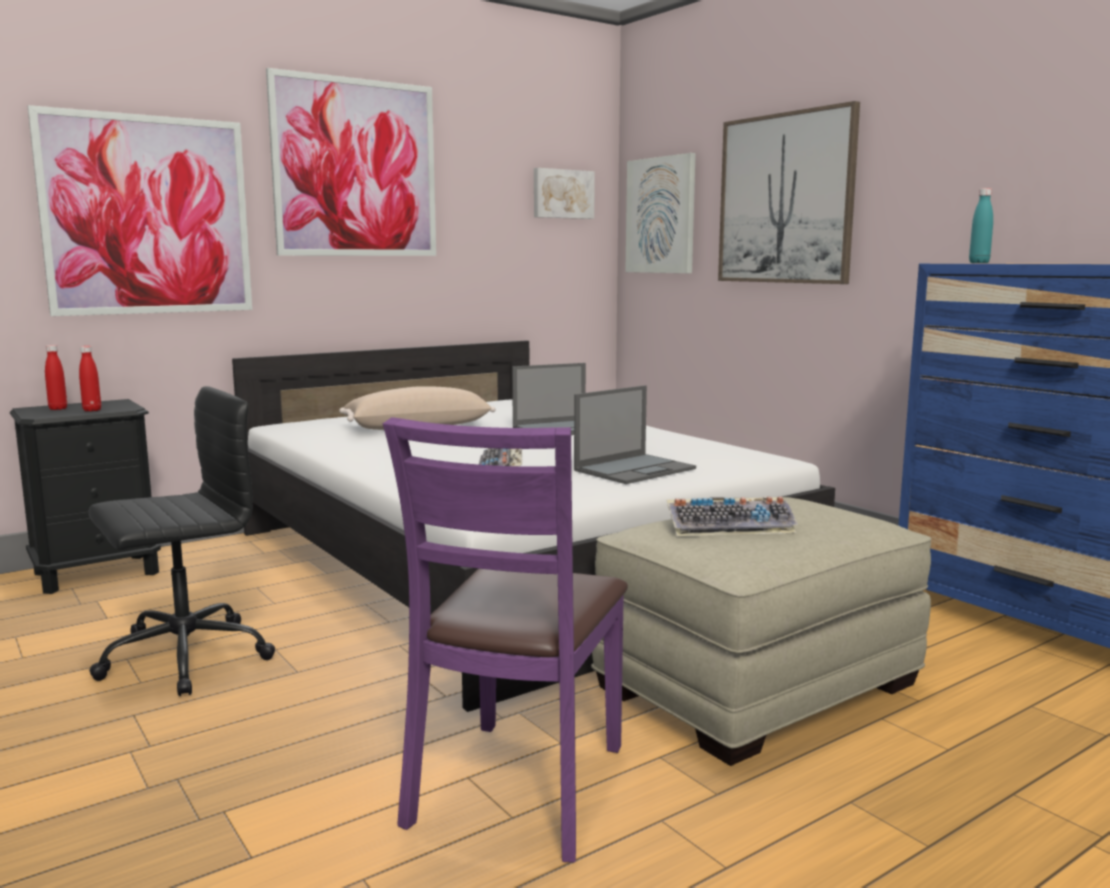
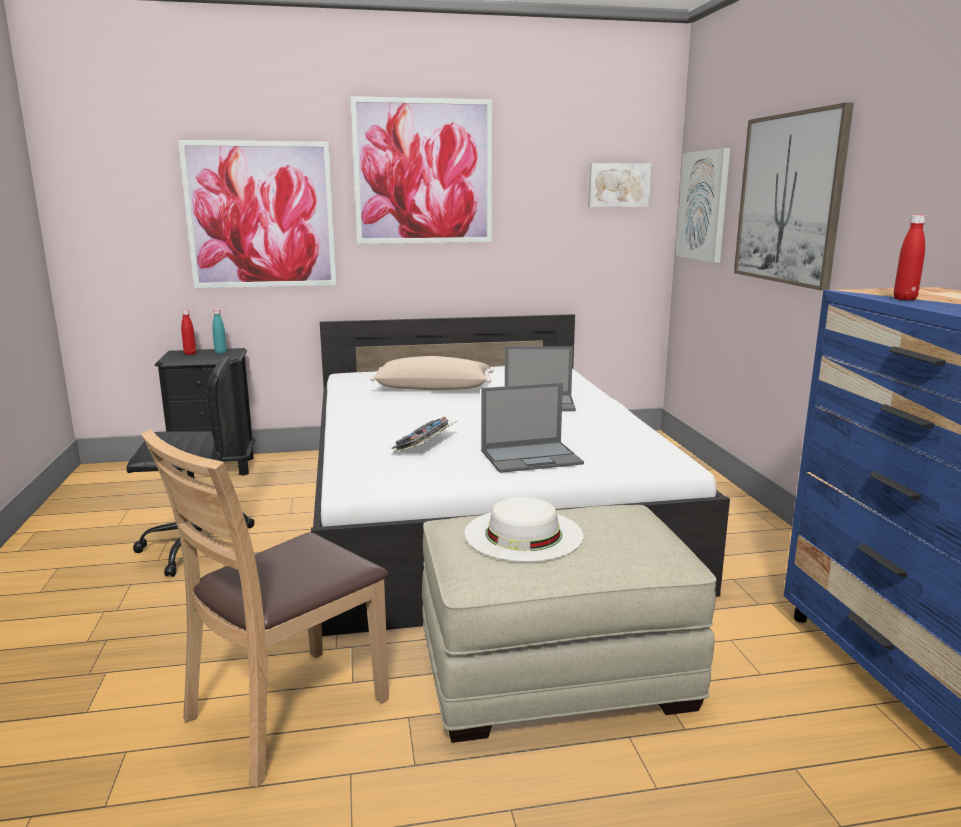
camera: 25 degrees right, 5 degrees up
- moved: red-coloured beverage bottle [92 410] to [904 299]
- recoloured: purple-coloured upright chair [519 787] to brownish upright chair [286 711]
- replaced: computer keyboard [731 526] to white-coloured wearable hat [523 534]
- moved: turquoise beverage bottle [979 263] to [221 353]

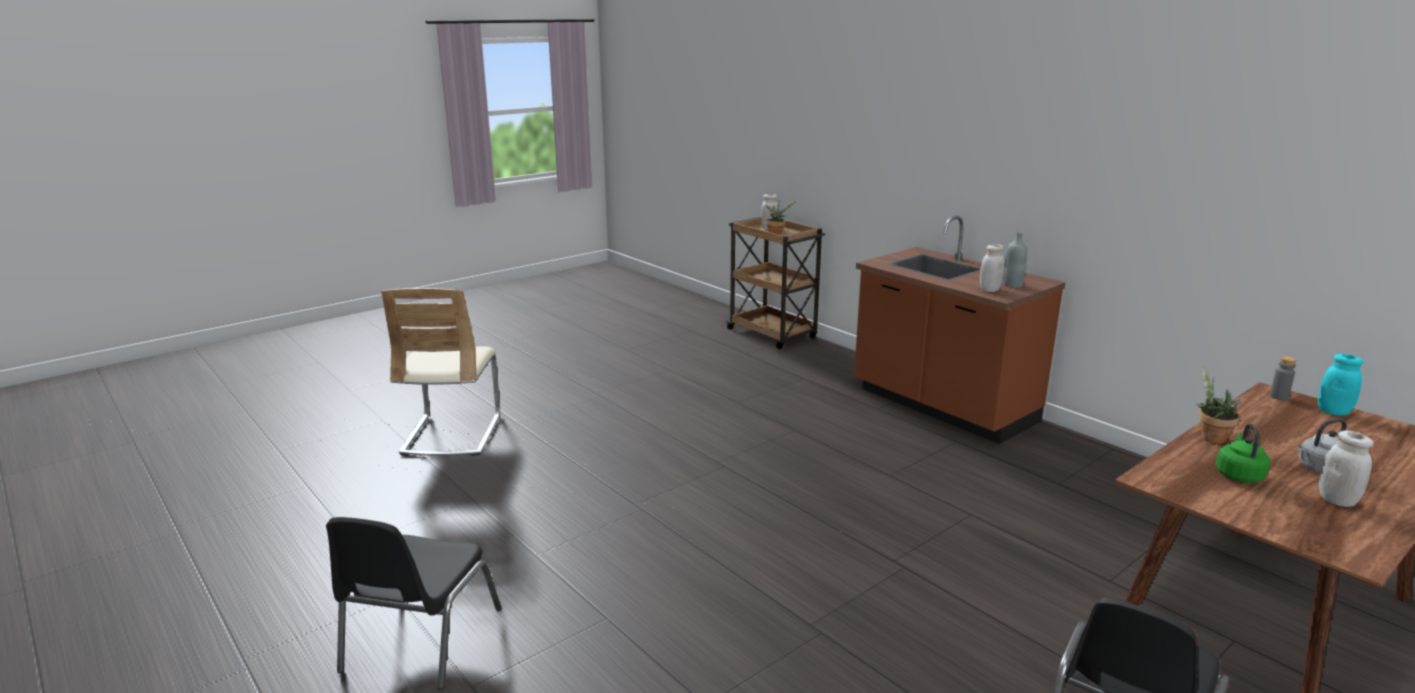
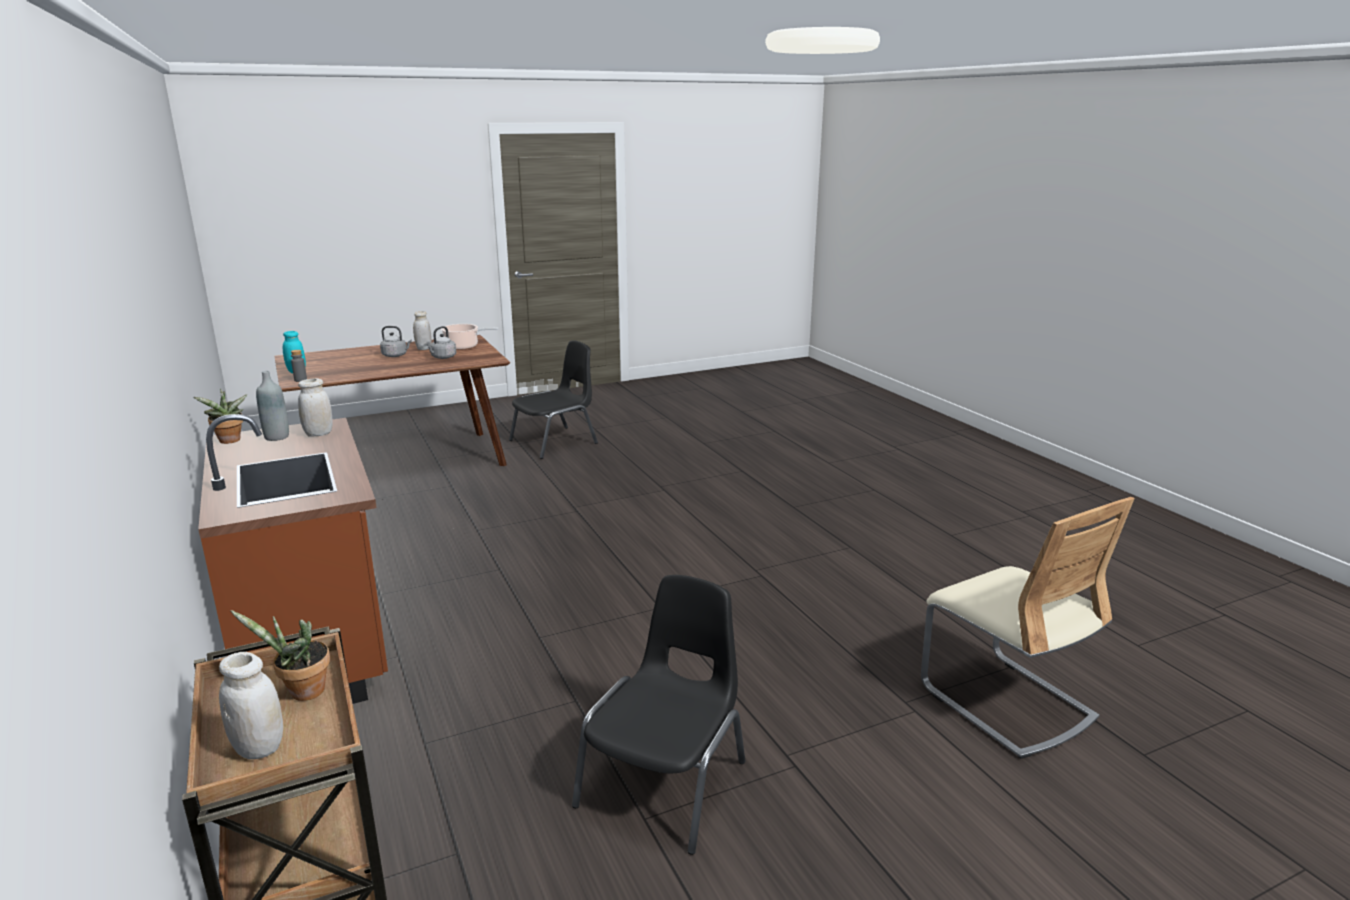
camera: 165 degrees left, 0 degrees up
- moved: blackish upright chair [419 641] to [665 783]
- turned: beige-coloured upright chair [452 434] = [1005 702] 135 degrees clockwise
- moved: houseplant [1210 437] to [229 441]
- recoloured: green-coloured water kettle [1238 474] to greyish water kettle [442 357]
- added: stockpot [463 347]

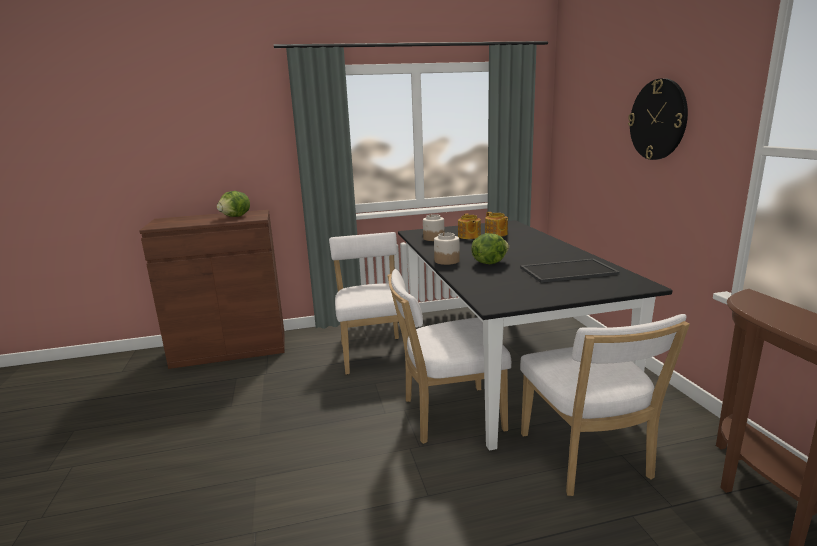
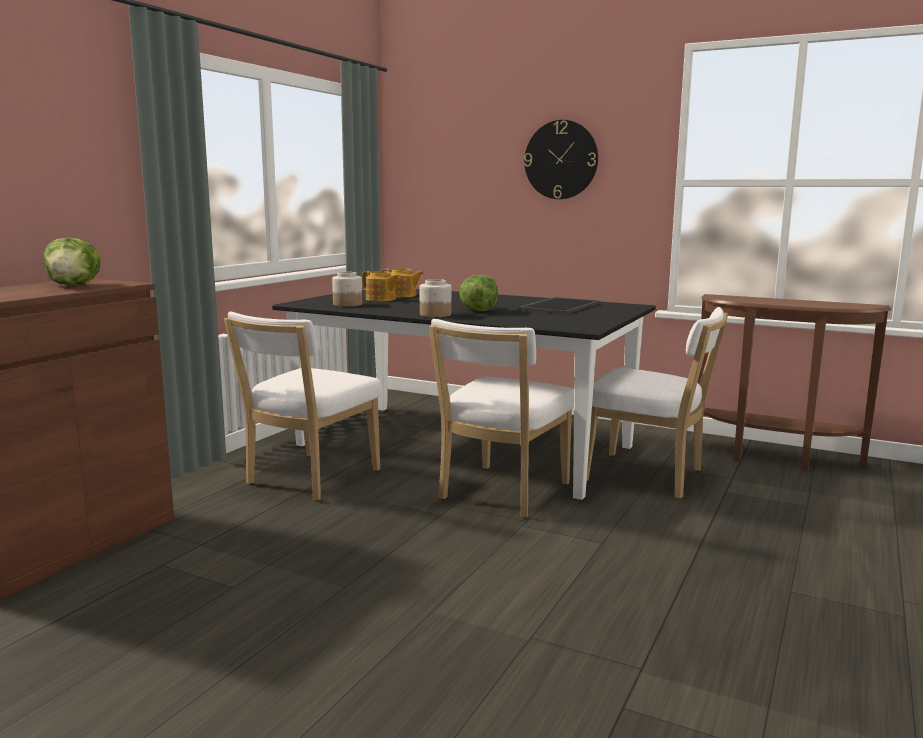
camera: 50 degrees left, 5 degrees down
- turned: white-coloured upright chair [374 353] = [309 479] 90 degrees counterclockwise

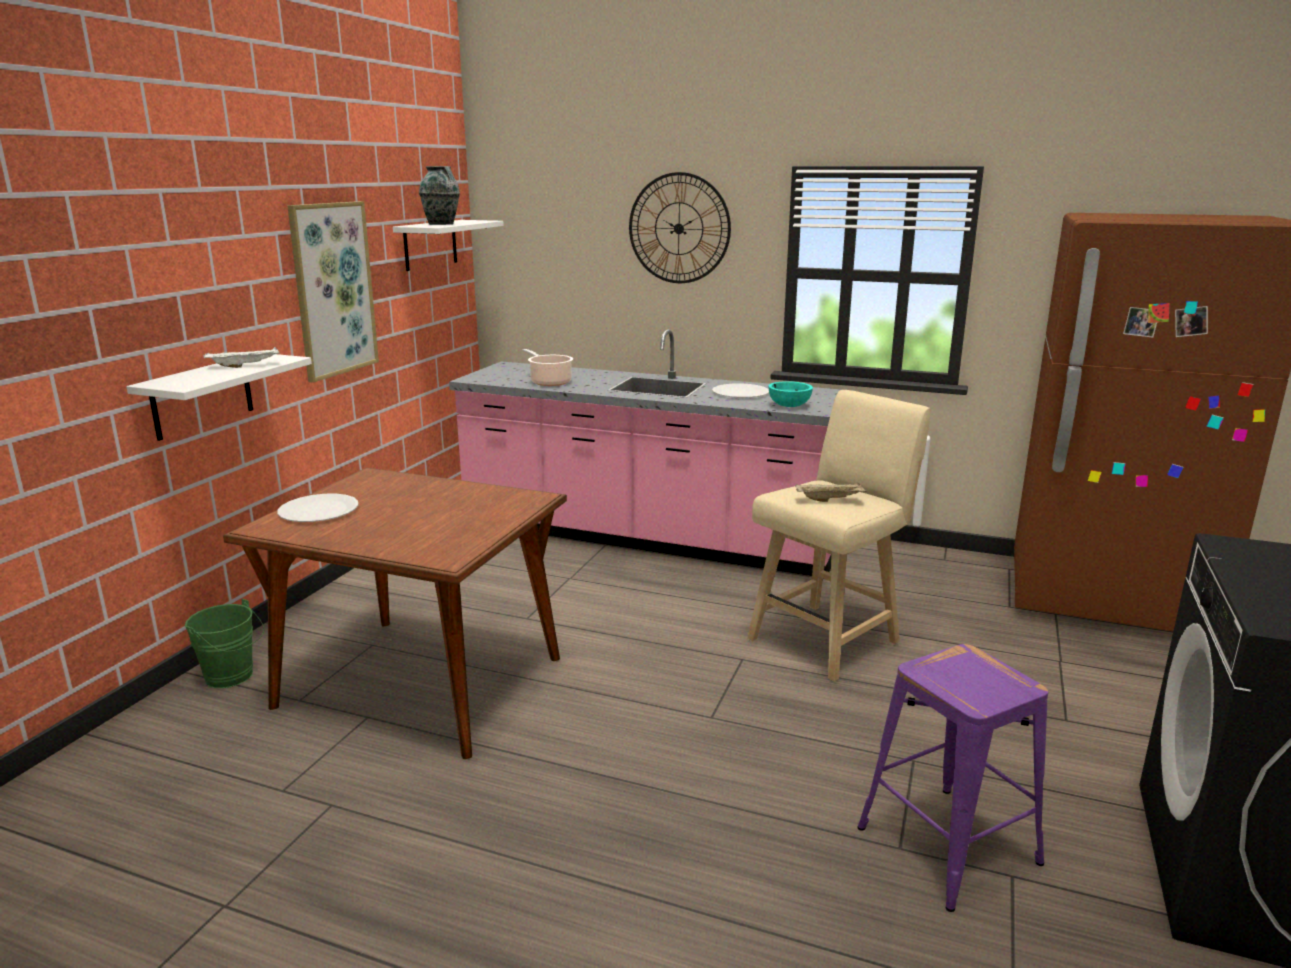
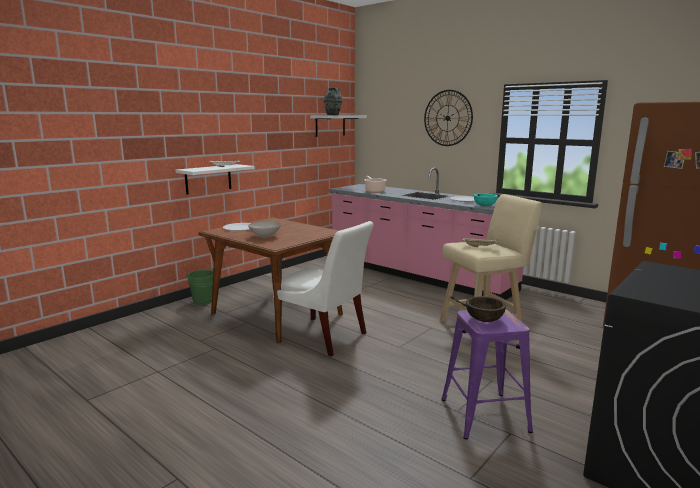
camera: 20 degrees right, 5 degrees down
- removed: wall picture [333 289]
- added: white-coloured serving bowl [265 236]
- added: white-coloured upright chair [324 337]
- added: brownish serving bowl [484 319]

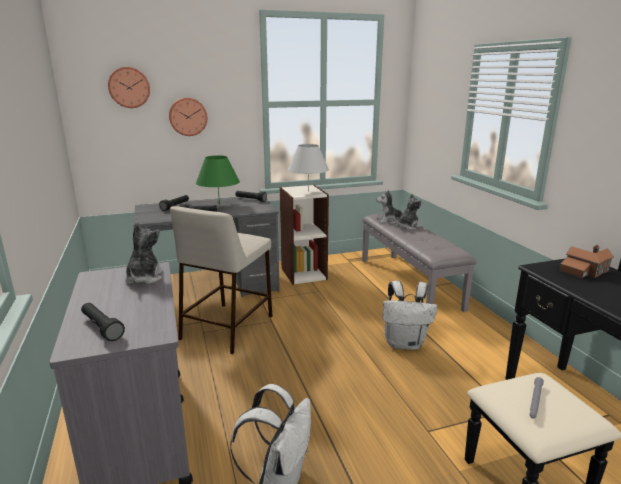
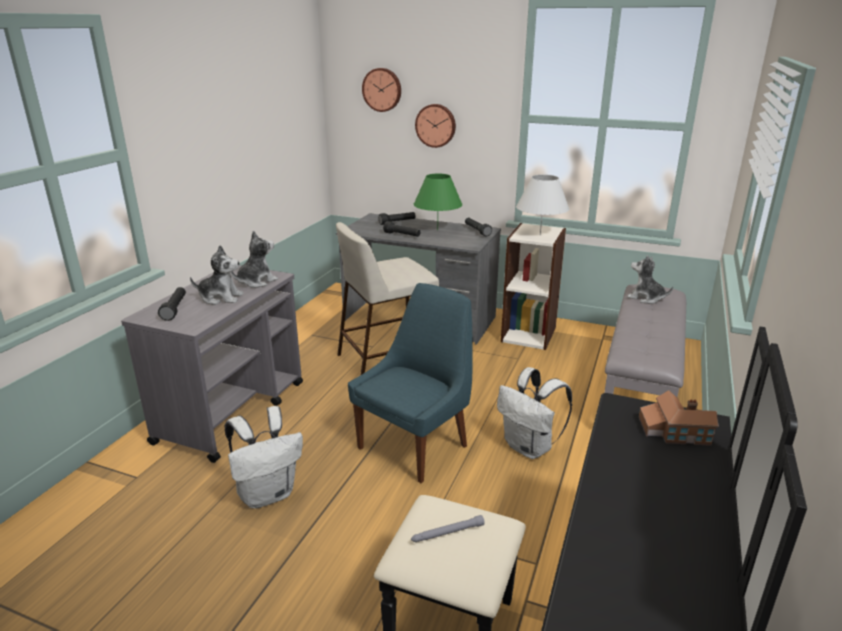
camera: 40 degrees right, 5 degrees up
- moved: plush toy [408 227] to [221 298]
- added: blue-coloured upright chair [415 445]

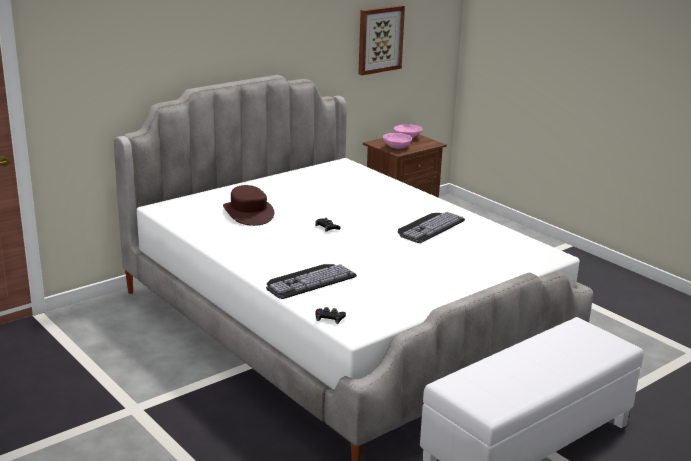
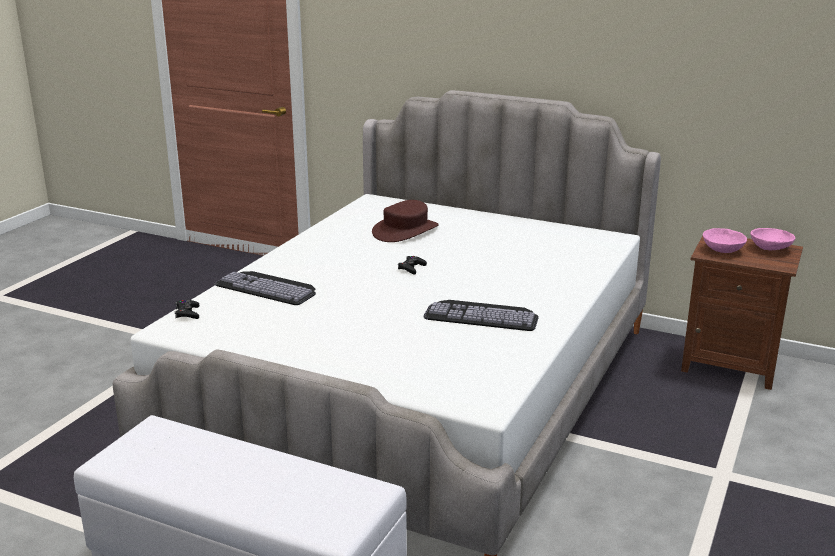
camera: 65 degrees right, 0 degrees up
- removed: wall picture [379 39]

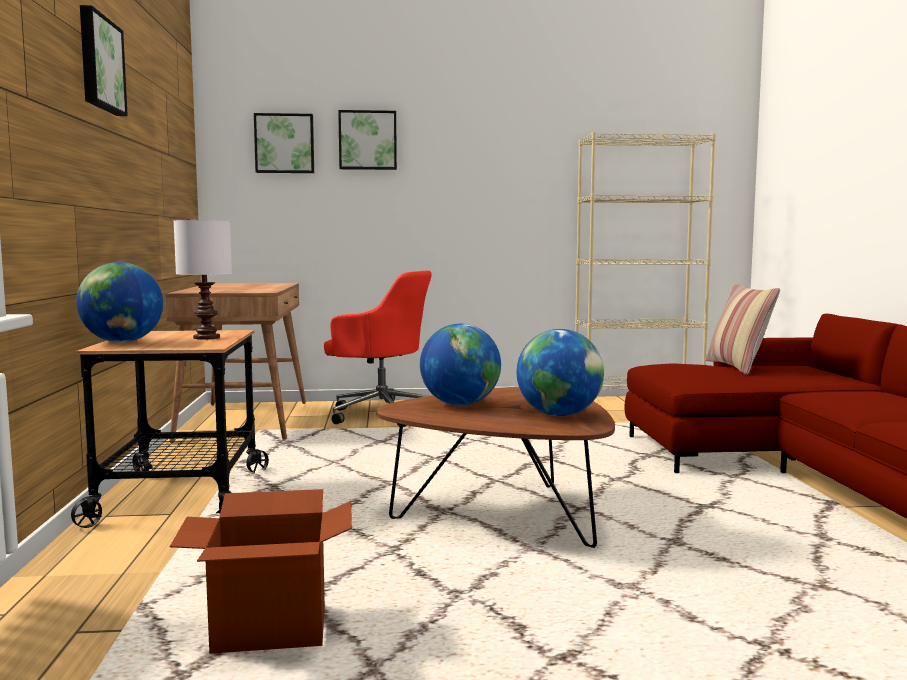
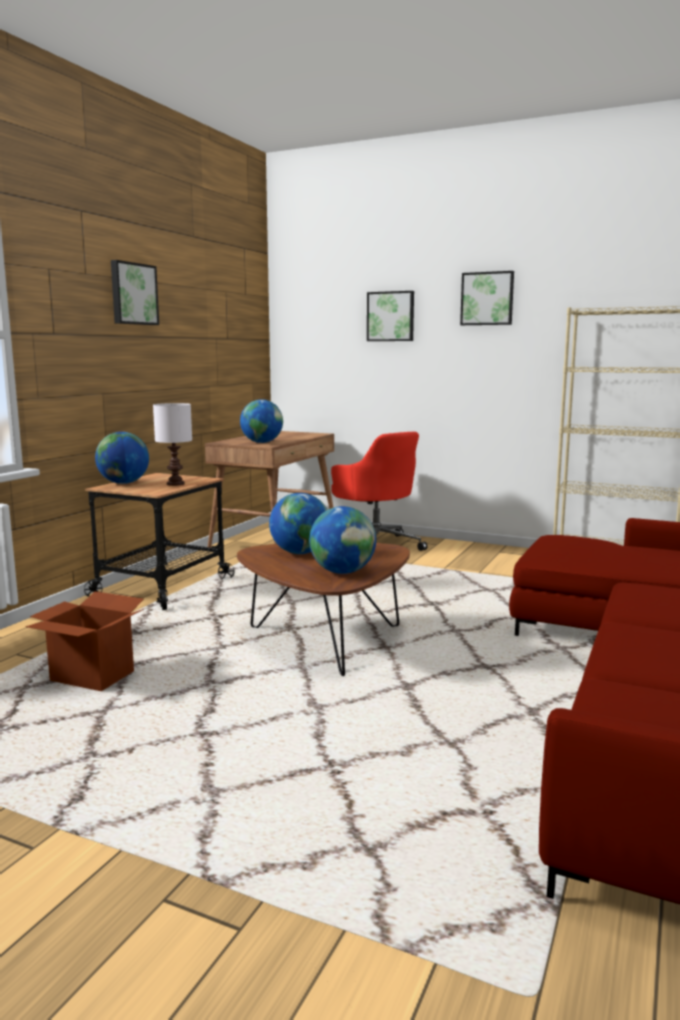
camera: 30 degrees right, 5 degrees up
- moved: wall picture [284 143] to [487 298]
- removed: cushion [737 367]
- added: globe [262 442]

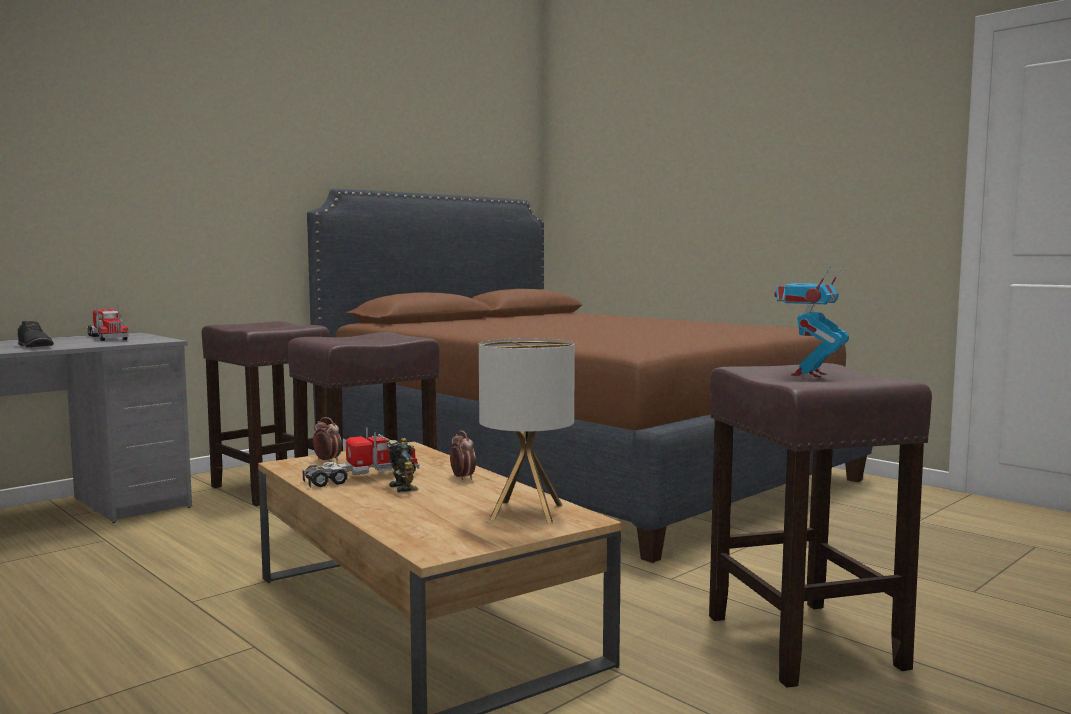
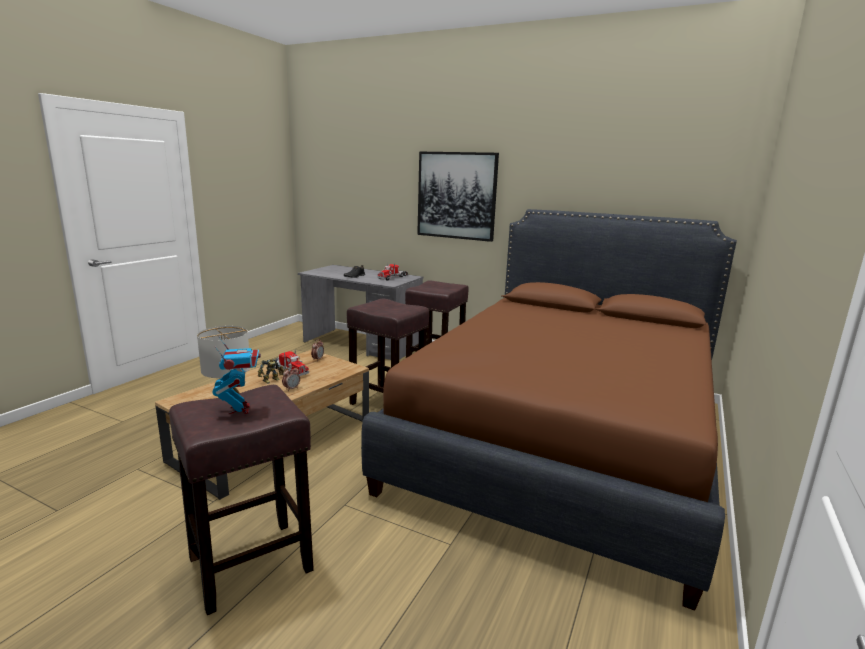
camera: 70 degrees right, 10 degrees up
- turned: toy robot [808 374] = [240 409] 60 degrees clockwise
- added: wall picture [456 196]

